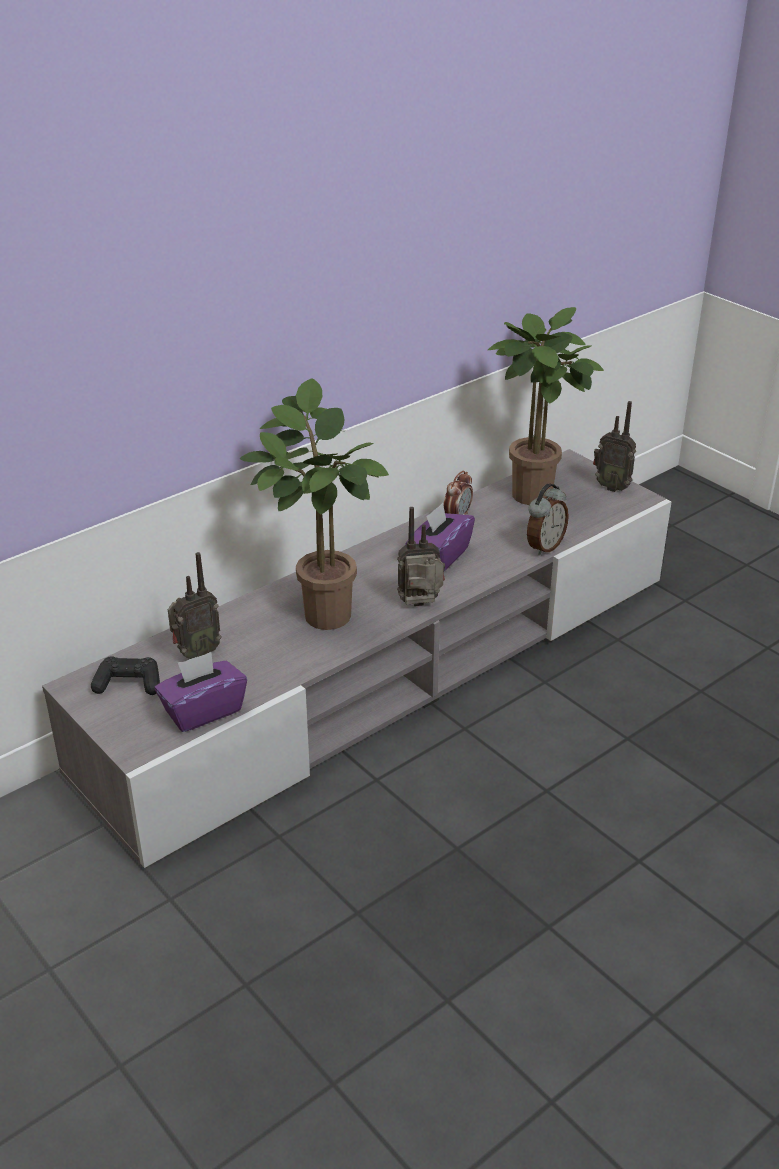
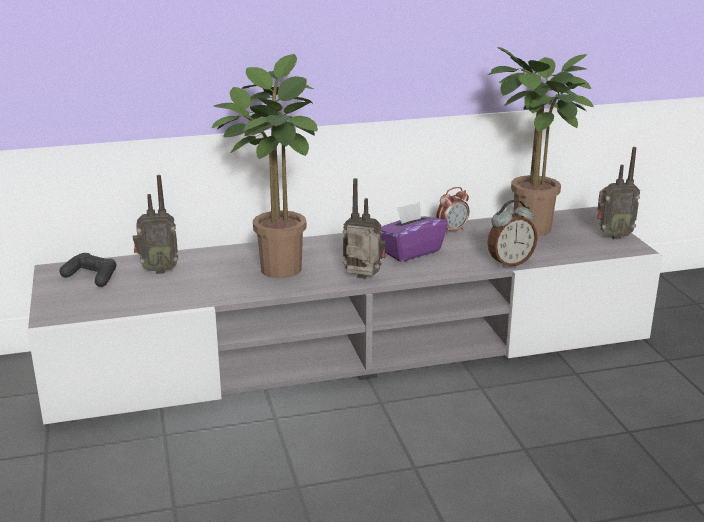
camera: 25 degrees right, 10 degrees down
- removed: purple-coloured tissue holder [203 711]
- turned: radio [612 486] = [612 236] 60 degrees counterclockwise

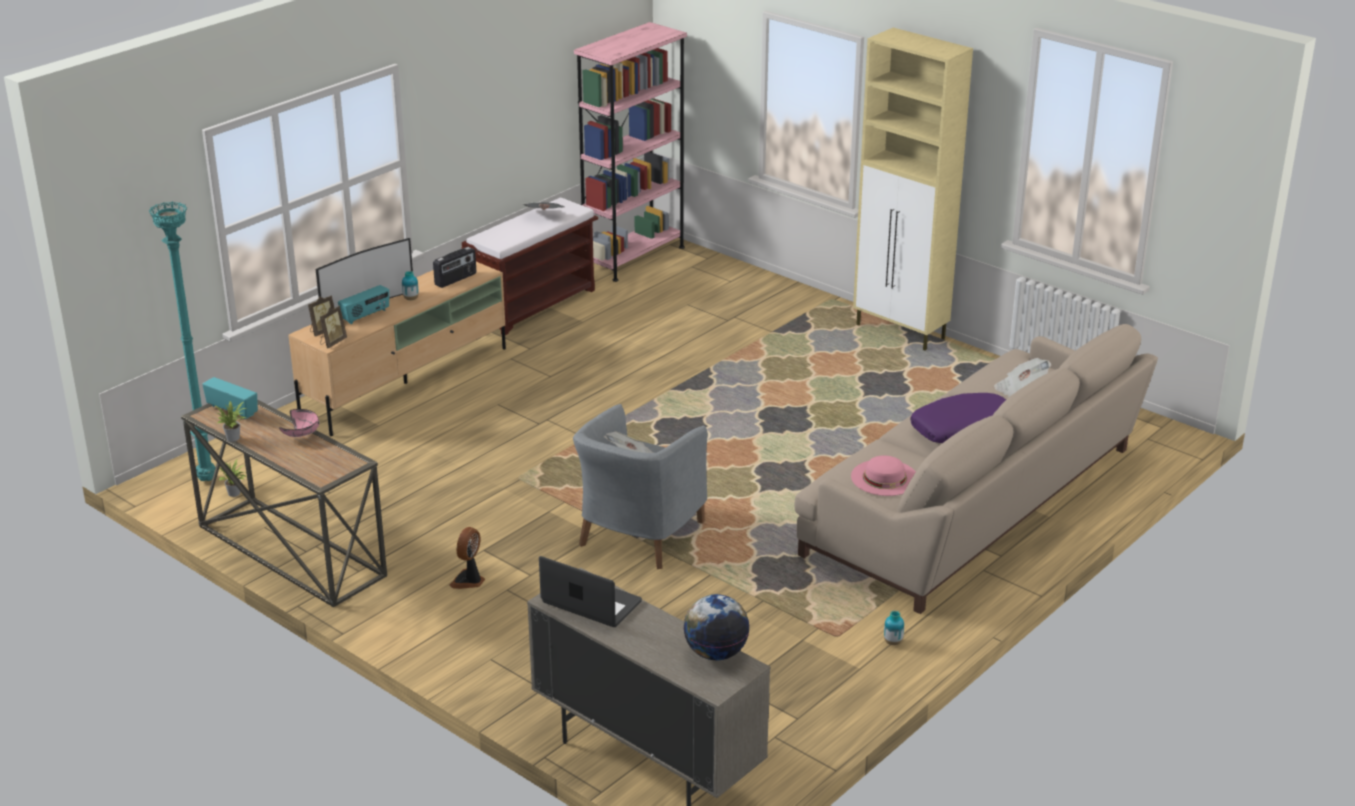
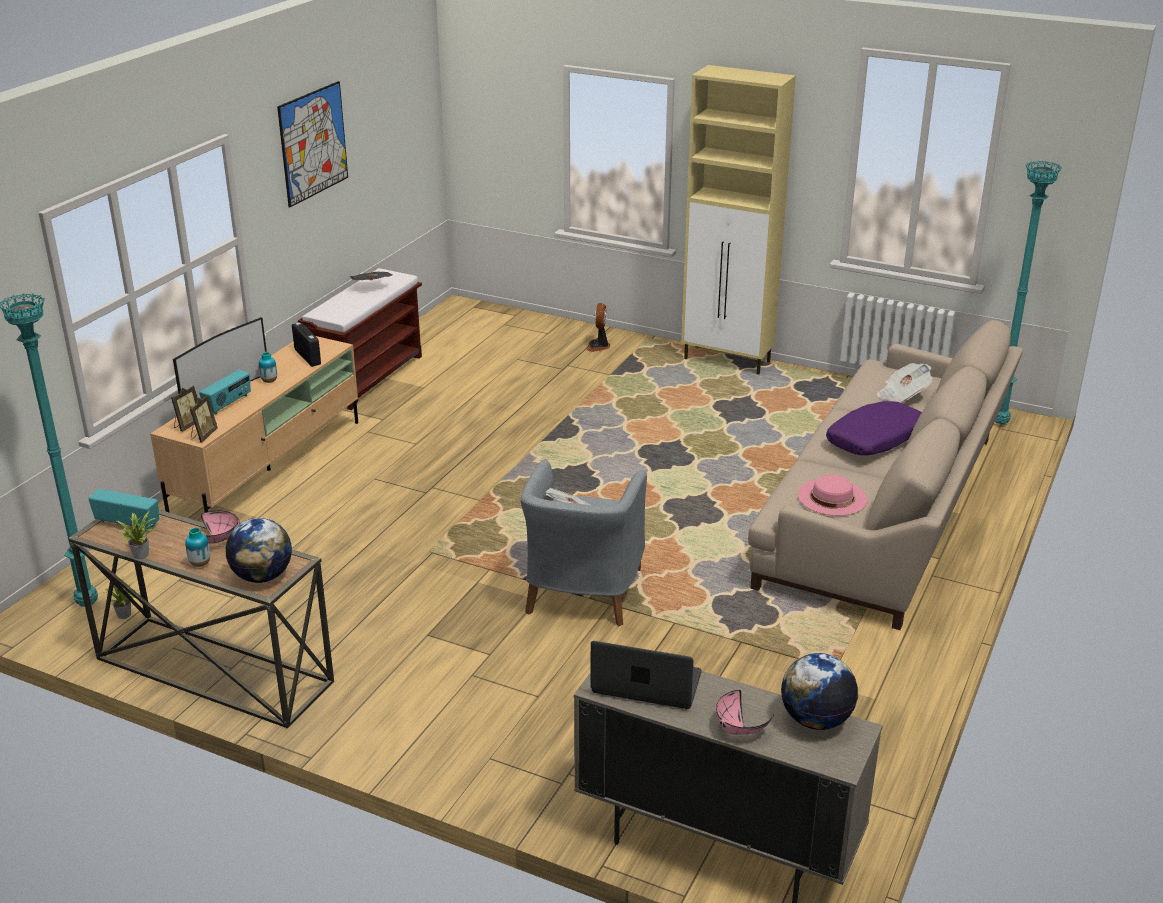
camera: 15 degrees left, 0 degrees up
- turned: radio [456 279] = [308 357] 60 degrees counterclockwise
- moved: electric fan [469 581] to [598 346]
- removed: pinkish bookshelf [633 257]
- moved: vase [893 642] to [200 564]
- added: globe [262 577]
- added: wall picture [313 143]
- added: pinkish serving bowl [739 730]
- added: turquoise standing lamp [999 423]

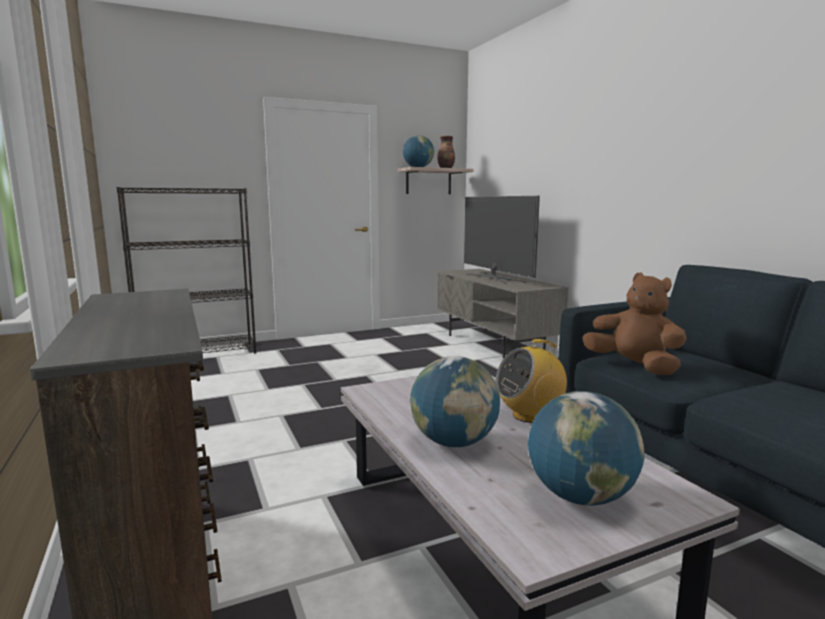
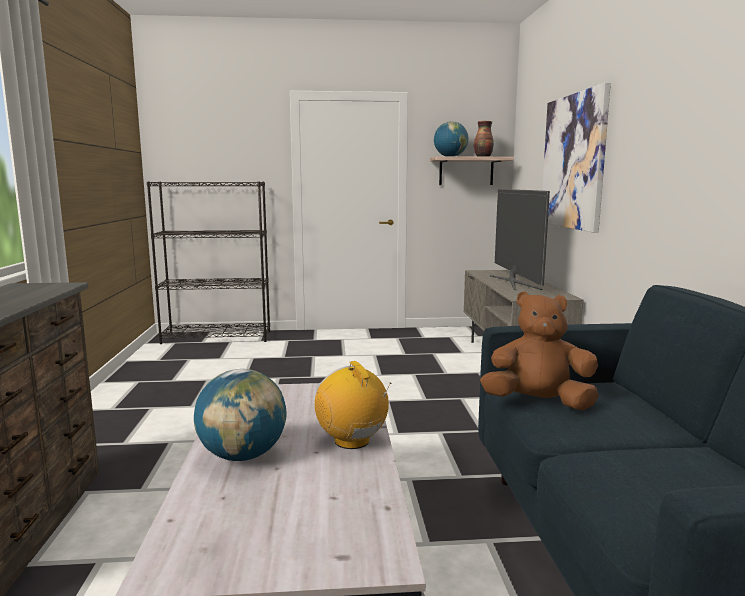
camera: 20 degrees right, 0 degrees up
- turned: radio [529 416] = [352 441] 60 degrees clockwise
- removed: globe [580 496]
- turned: brownish plush toy [634 366] = [538 403] 60 degrees counterclockwise
- added: wall picture [573 161]

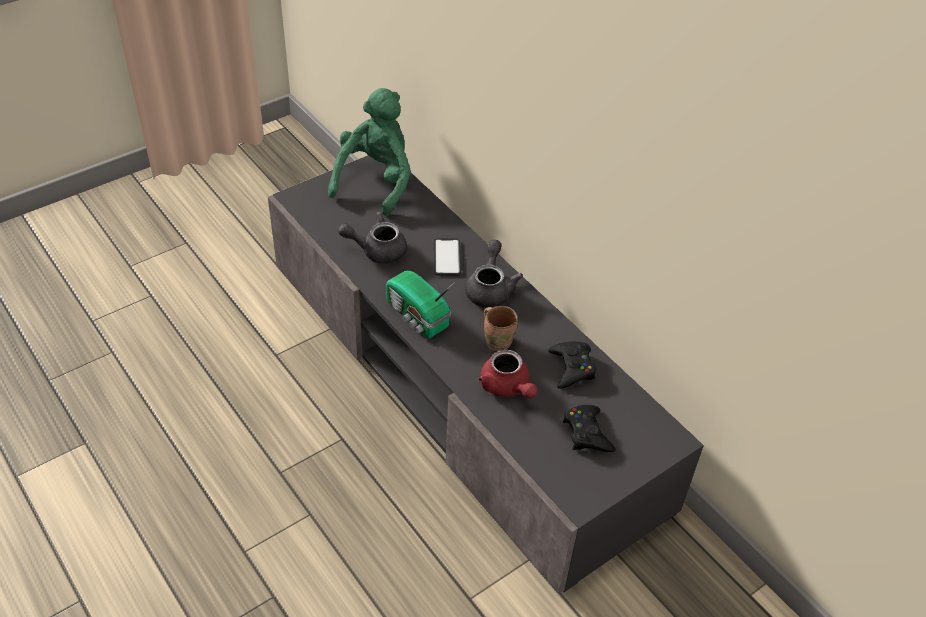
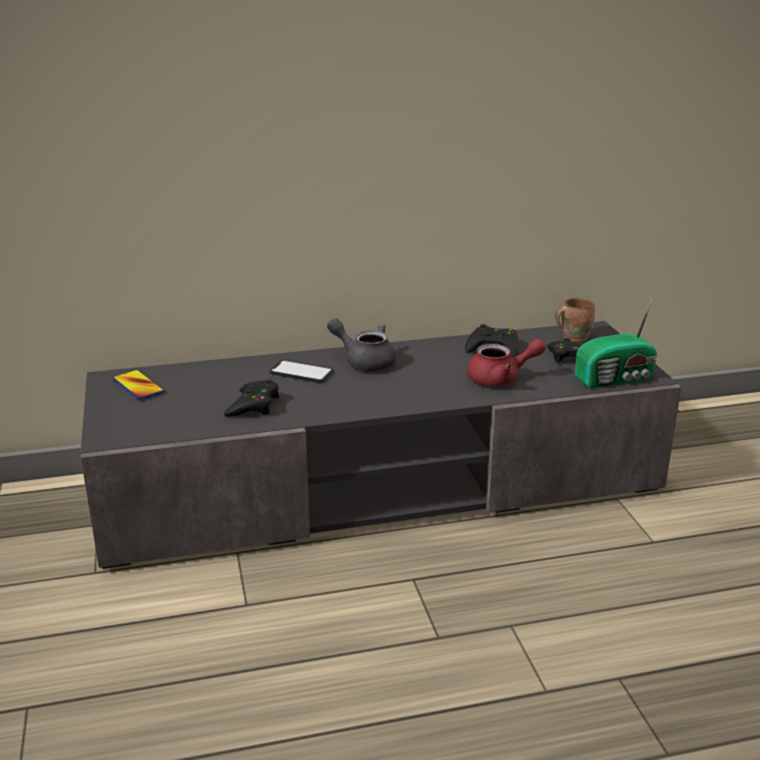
camera: 65 degrees left, 20 degrees down
- replaced: green-coloured plush toy [375 181] to telephone [138 386]
- replaced: greyish pot for tea [377 250] to blackish game controller [253 405]
- moved: radio [417 317] to [617 378]
- moved: brownish coffee mug [498 340] to [573 337]

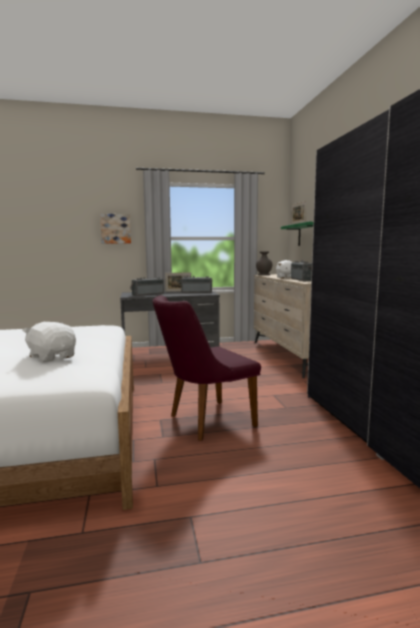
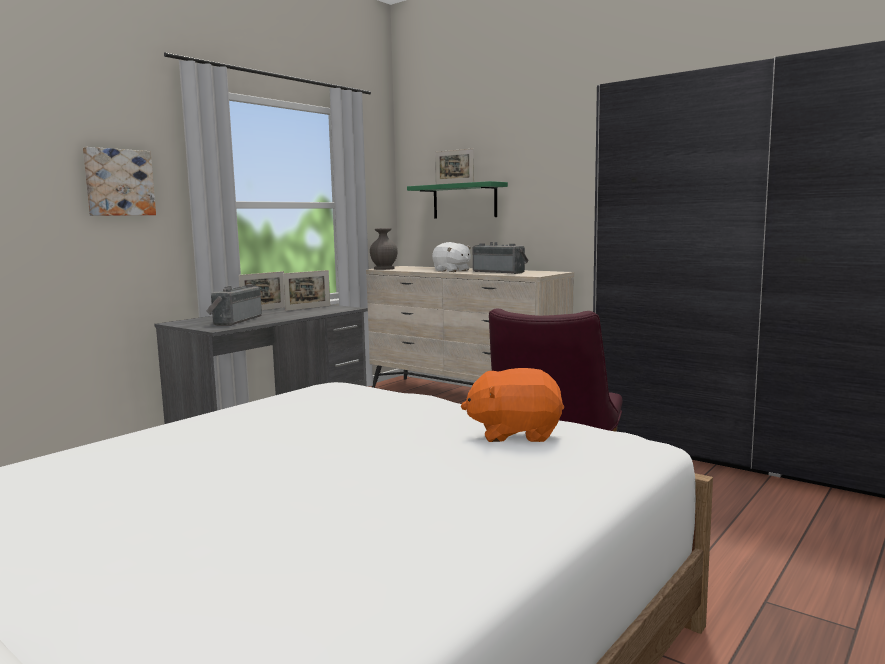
camera: 40 degrees left, 0 degrees up
- recoloured: white-coloured plush toy [52 357] to orangey plush toy [515 435]
- replaced: radio [196 292] to picture frame [308 308]

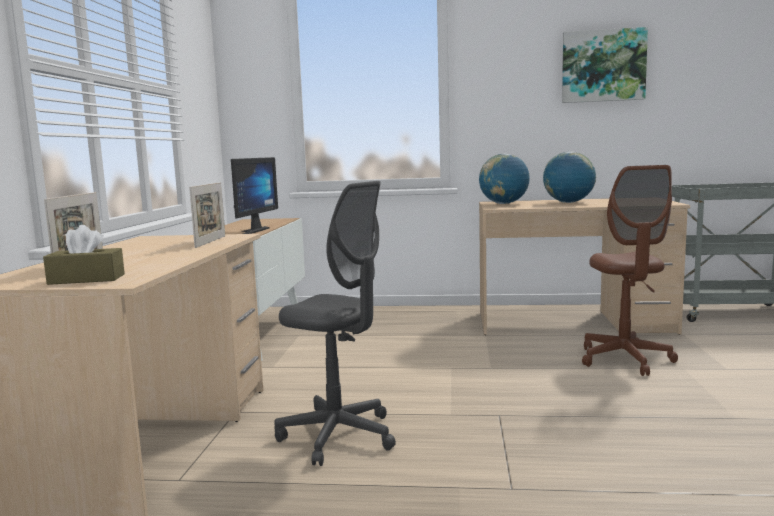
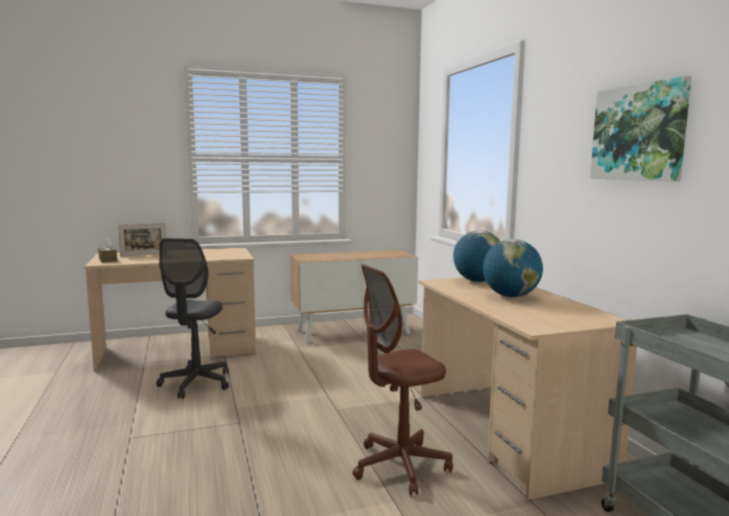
camera: 65 degrees right, 0 degrees up
- removed: picture frame [211 241]
- removed: computer display [250 231]

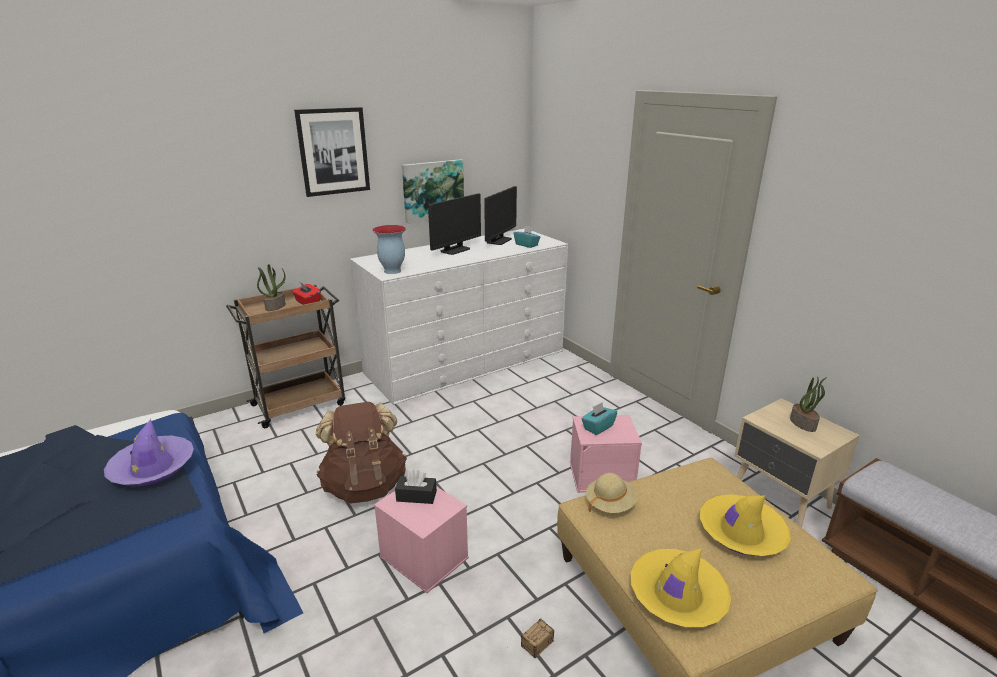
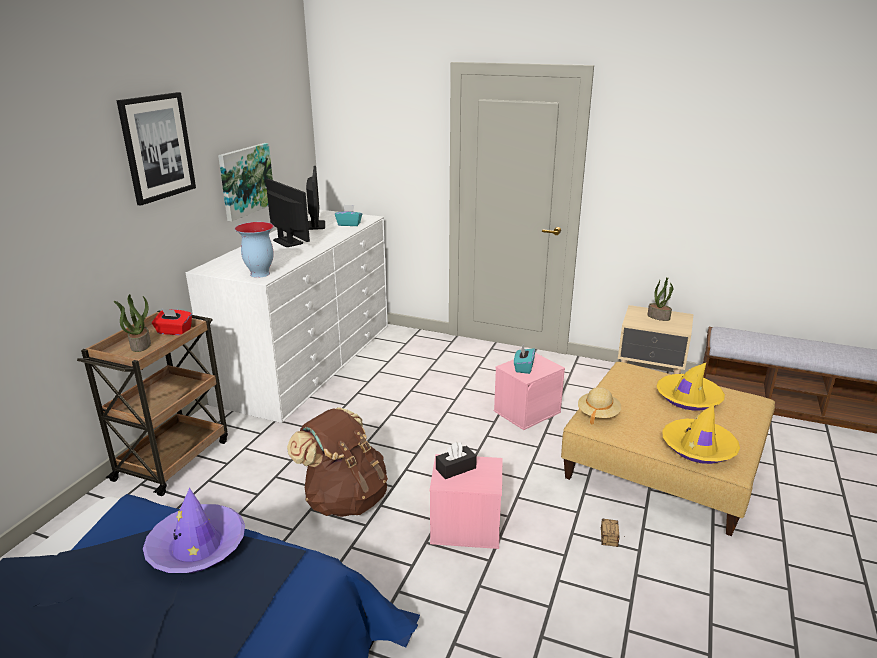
camera: 35 degrees left, 0 degrees up
- turned: computer display [455 250] = [288 242] 45 degrees counterclockwise

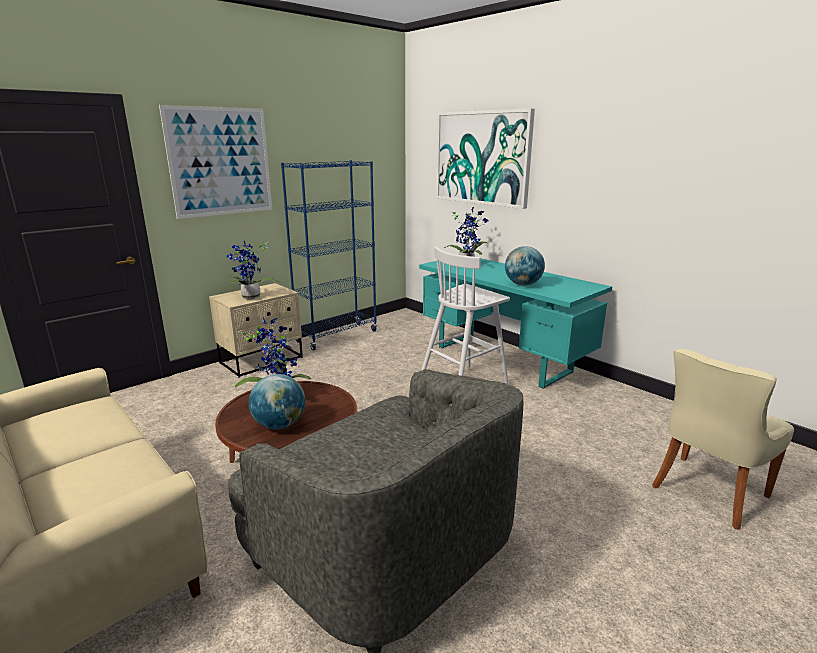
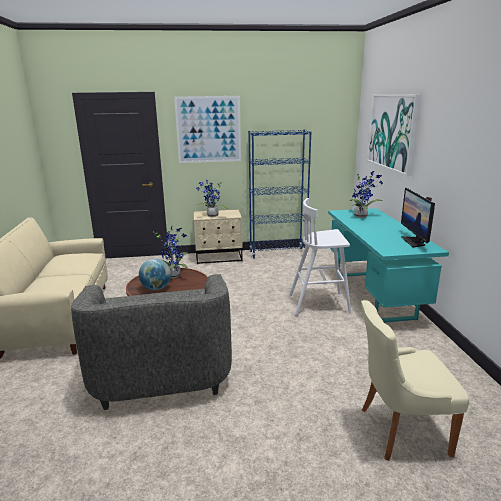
camera: 35 degrees right, 0 degrees up
- removed: globe [523 284]
- added: computer display [414 242]

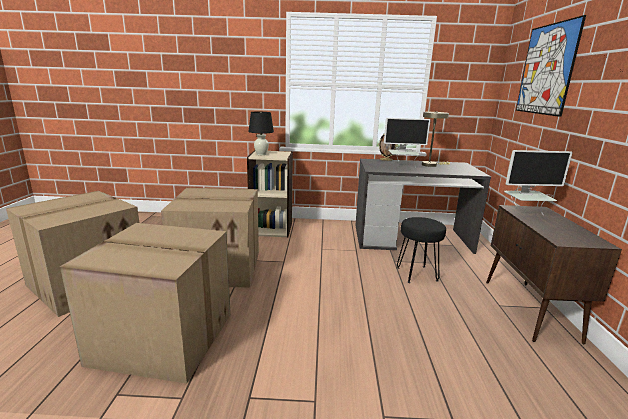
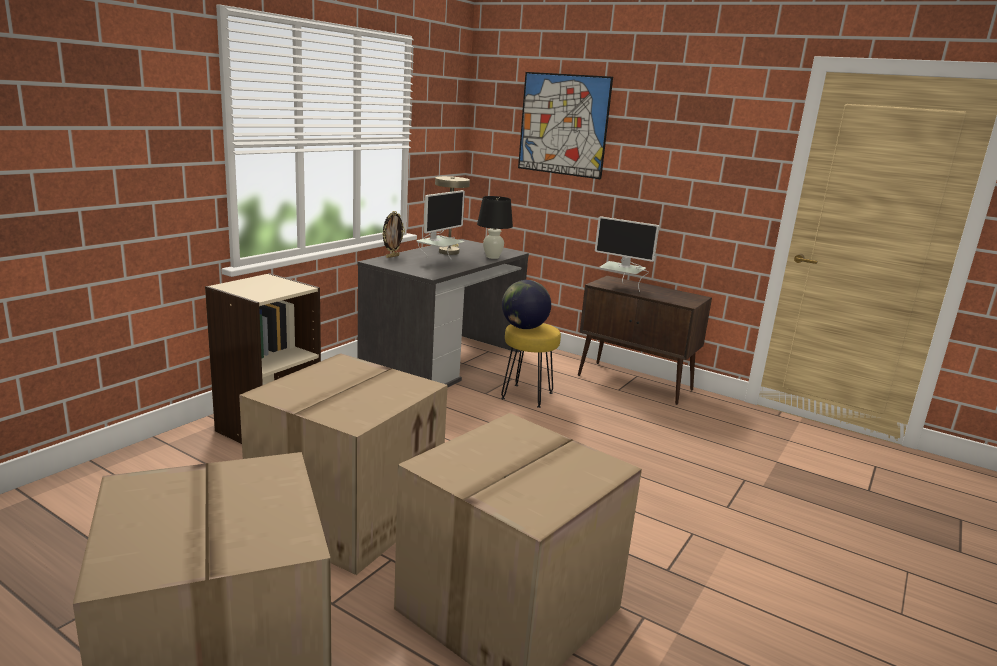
camera: 60 degrees left, 0 degrees up
- moved: blackish table lamp [261 154] to [492 257]
- recoloured: blackish stool seat [416 274] to yellow-coloured stool seat [527 396]
- turned: computer display [525 215] = [620 288] 90 degrees clockwise
- added: globe [524 327]

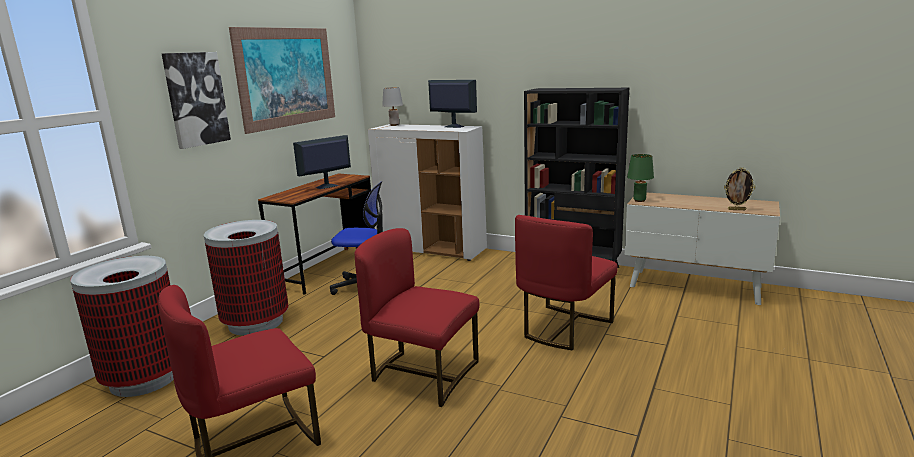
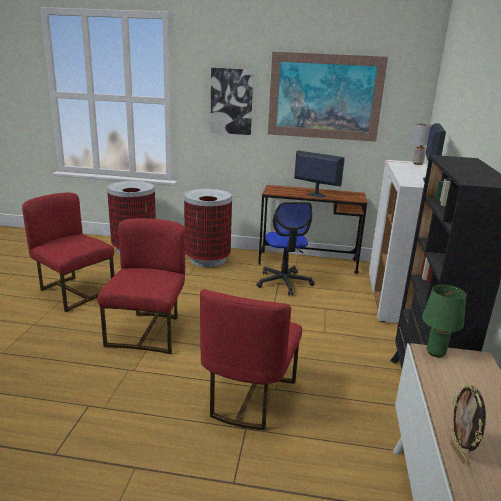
camera: 70 degrees right, 5 degrees up
- turned: red-coloured upright chair [563 328] = [248 397] 90 degrees counterclockwise

